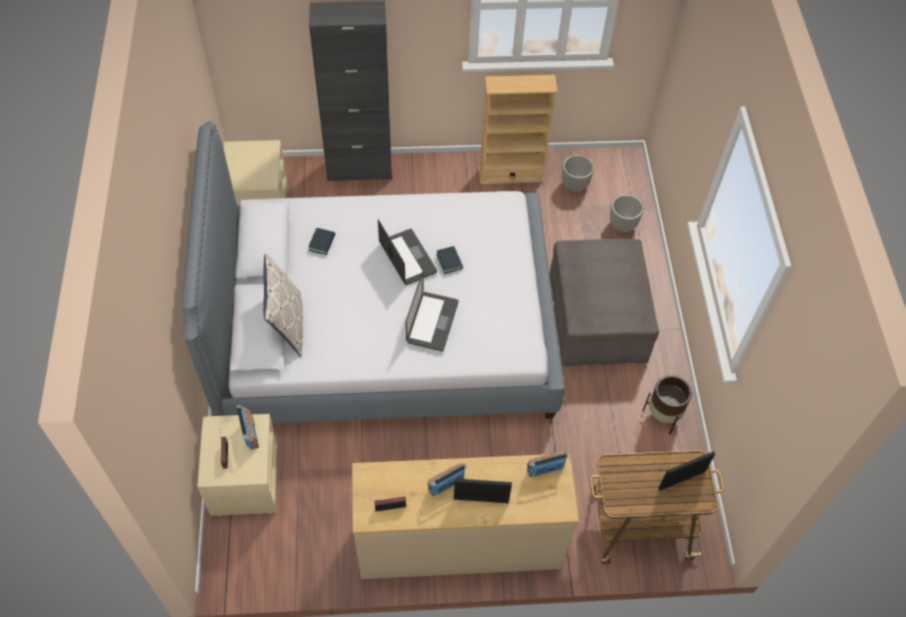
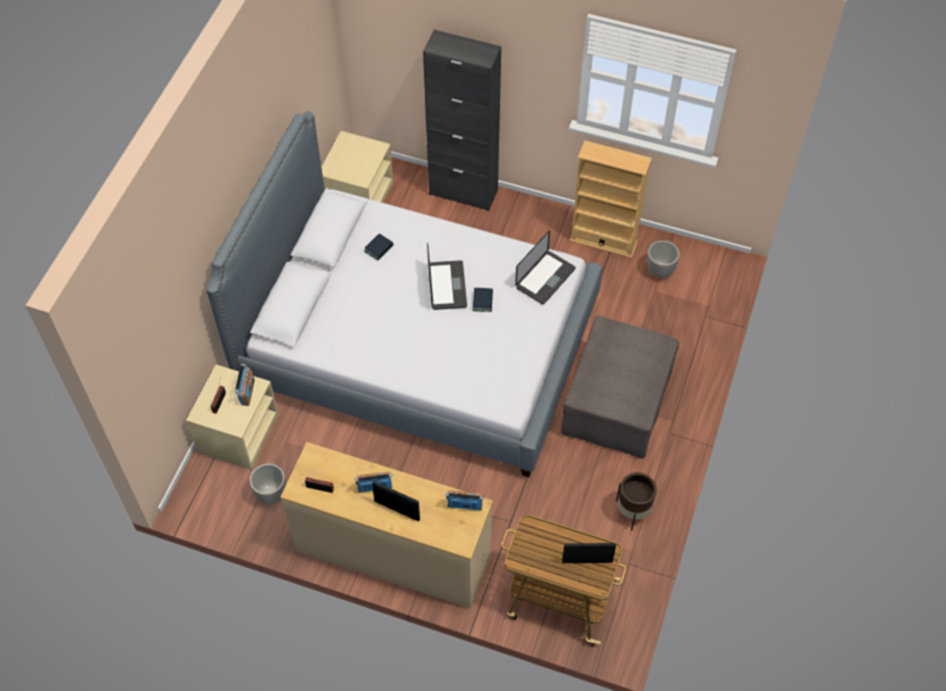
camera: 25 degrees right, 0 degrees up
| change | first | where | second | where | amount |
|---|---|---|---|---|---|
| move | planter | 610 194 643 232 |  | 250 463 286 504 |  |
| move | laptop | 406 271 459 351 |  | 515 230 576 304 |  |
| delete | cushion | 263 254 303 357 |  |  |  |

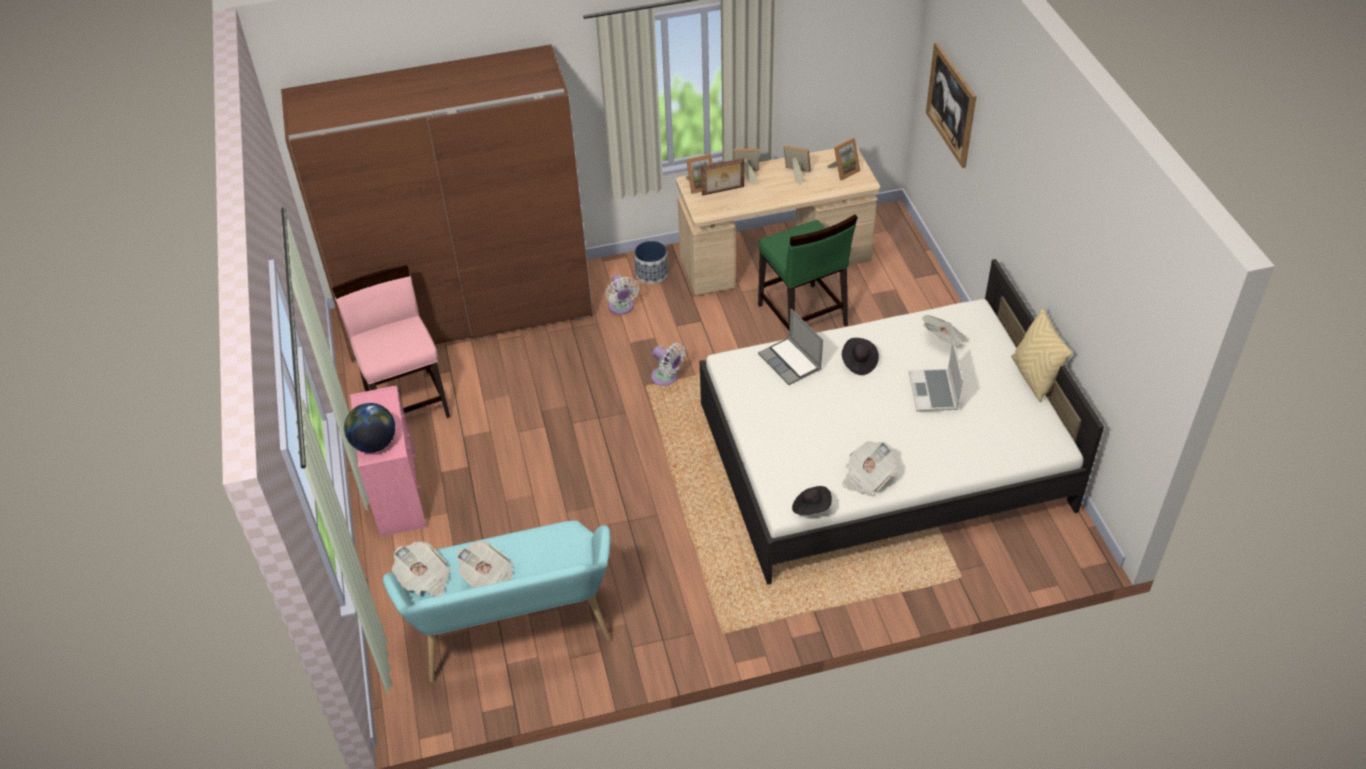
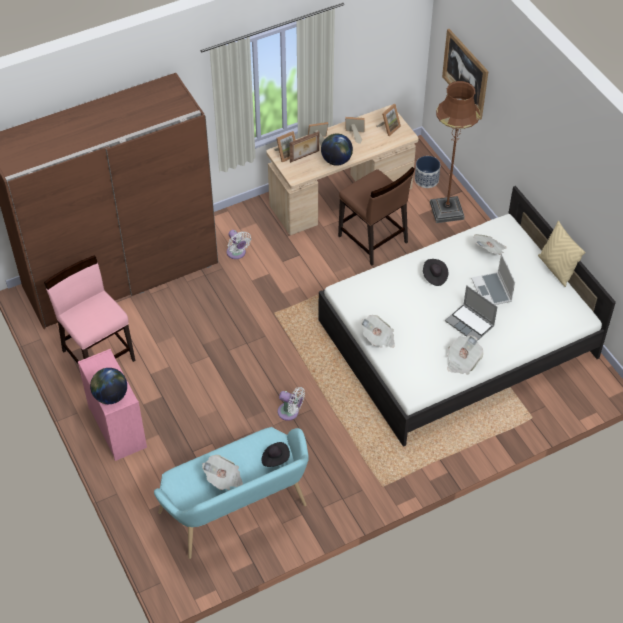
camera: 15 degrees left, 5 degrees up
| change | first | where | second | where | amount |
|---|---|---|---|---|---|
| move | clothing hat (black) | 792 486 832 515 |  | 262 442 290 467 |  |
| move | fan (white) | 651 343 686 386 |  | 278 387 305 421 |  |
| insert |  |  | world globe | 321 133 353 166 |  |
| recolor | upright chair (green) | 758 214 858 333 | upright chair (brown-coloured) | 338 167 415 266 |  |
| move | daily paper | 392 542 451 597 |  | 361 315 395 348 |  |
| move | planter | 634 241 668 284 |  | 415 156 441 188 |  |
| insert |  |  | floor lamp (brown-coloured) | 430 81 481 223 |  |
| move | laptop | 758 309 823 385 |  | 445 285 497 341 |  |

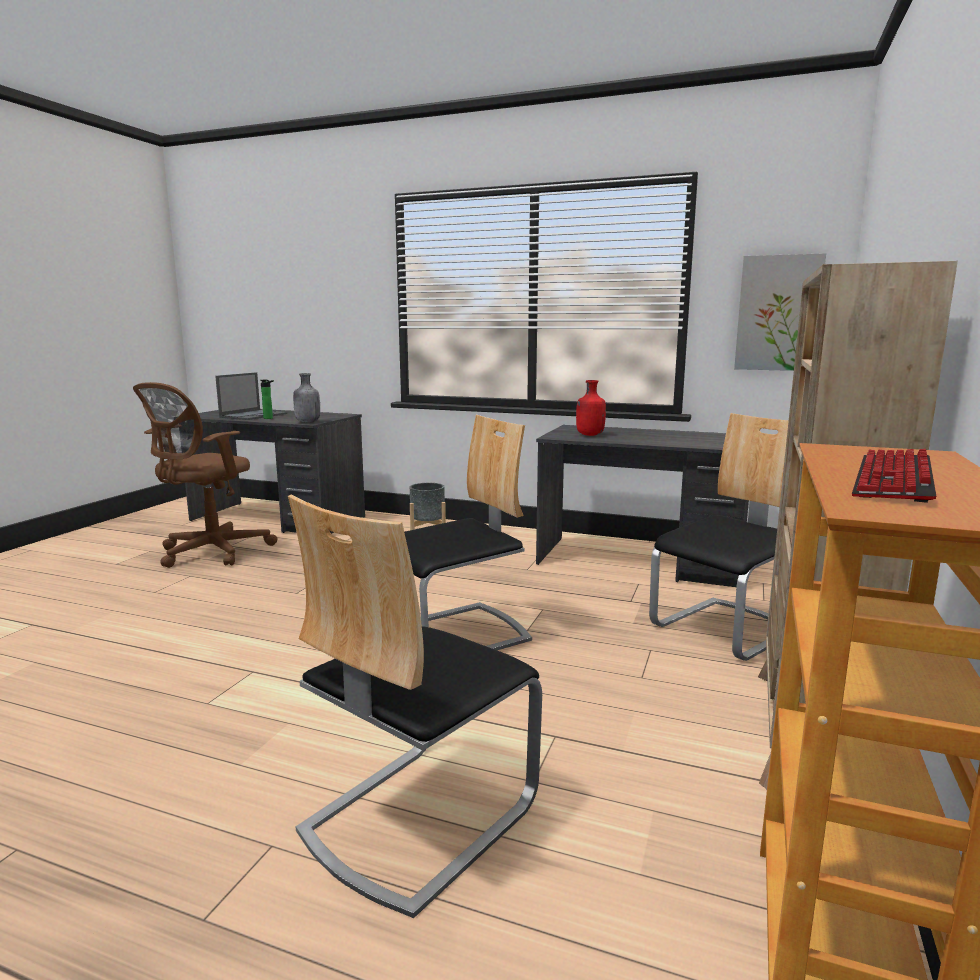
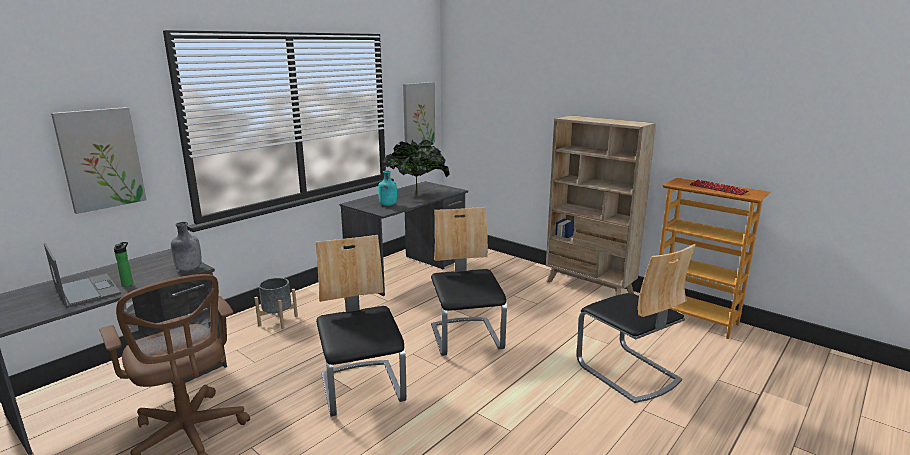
camera: 70 degrees left, 5 degrees up
| change | first | where | second | where | amount |
|---|---|---|---|---|---|
| insert |  |  | wall picture | 51 107 147 214 |  |
| move | upright chair | 649 413 789 661 |  | 316 235 407 417 |  |
| recolor | drink bottle (reddish) | 576 380 606 436 | drink bottle (turquoise) | 378 170 397 206 |  |
| insert |  |  | plant in a pot | 382 140 450 195 |  |

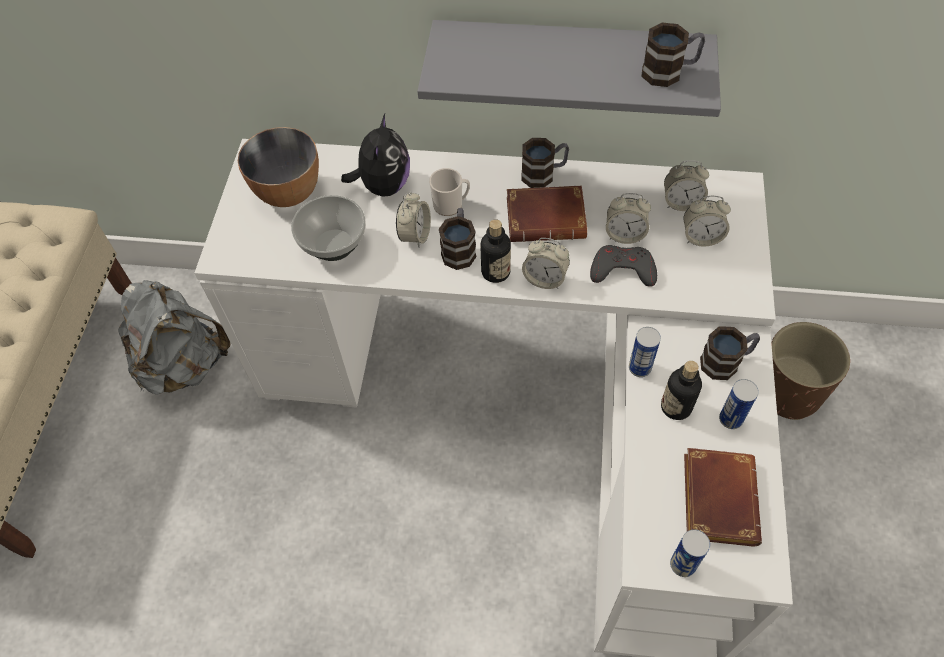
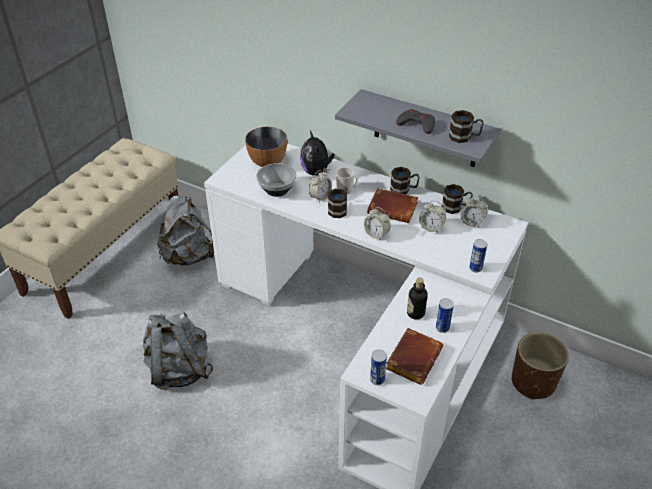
camera: 20 degrees right, 15 degrees down
| change | first | where | second | where | amount |
|---|---|---|---|---|---|
| insert |  |  | rucksack (greyish) | 143 312 213 390 |  |
| rotate | soft toy | 341 114 410 197 |  | 300 130 335 176 | 135 degrees clockwise |
| move | gamepad (greyish) | 590 245 657 287 |  | 396 109 435 134 |  |
| move | coffee mug | 700 326 760 380 |  | 442 184 473 214 |  |
| move | can | 629 327 661 377 |  | 469 239 487 273 |  |
| delete | drink bottle | 481 219 511 283 |  |  |  |
| delete | table clock | 683 196 731 247 |  |  |  |

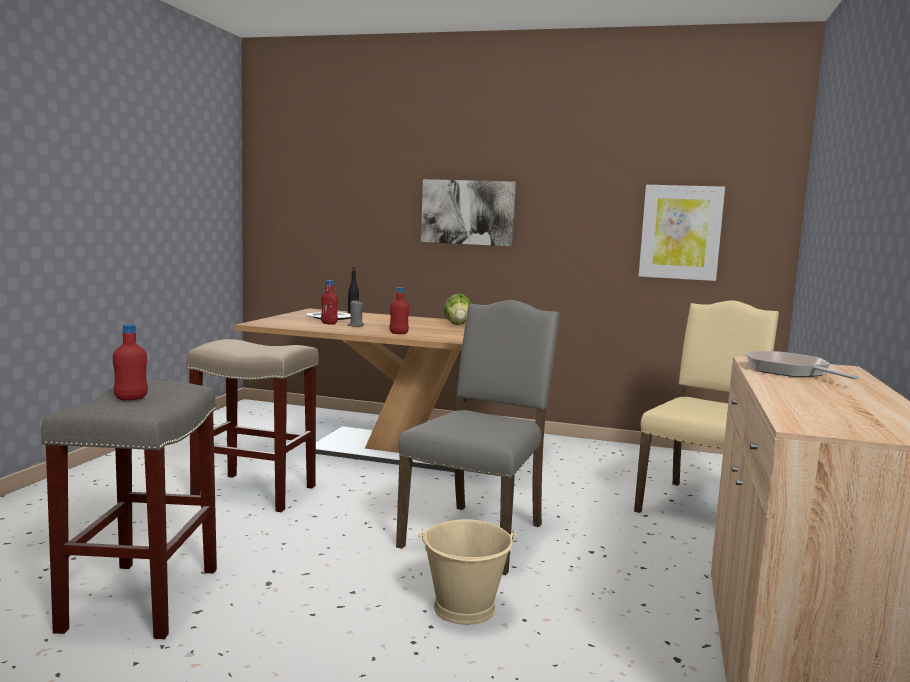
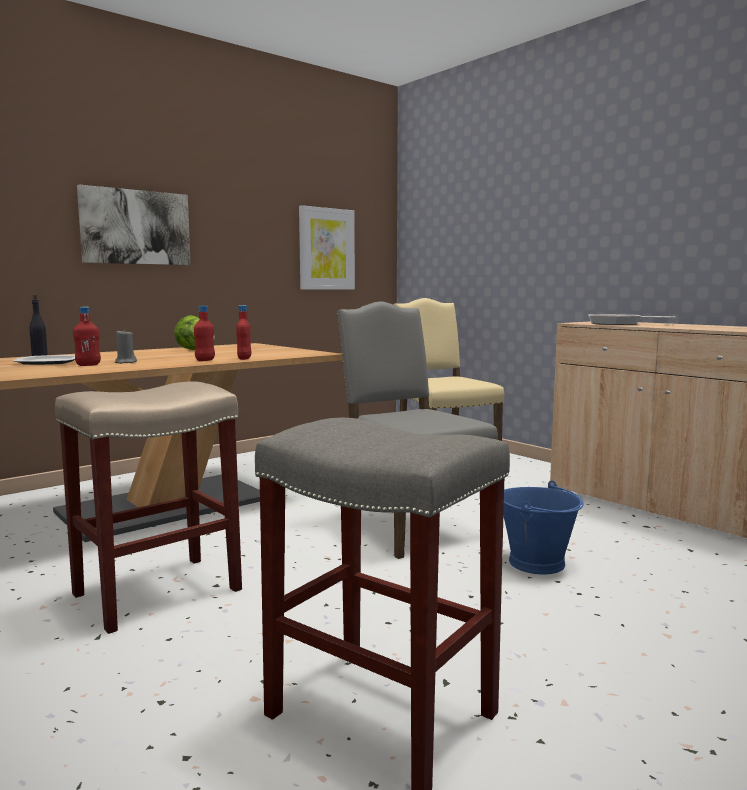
camera: 55 degrees left, 0 degrees up
| change | first | where | second | where | amount |
|---|---|---|---|---|---|
| move | drink bottle (reddish) | 113 324 148 400 |  | 236 305 251 360 |  |
| recolor | pail (beige-coloured) | 418 519 518 625 | pail (bluish) | 503 480 584 574 |  |

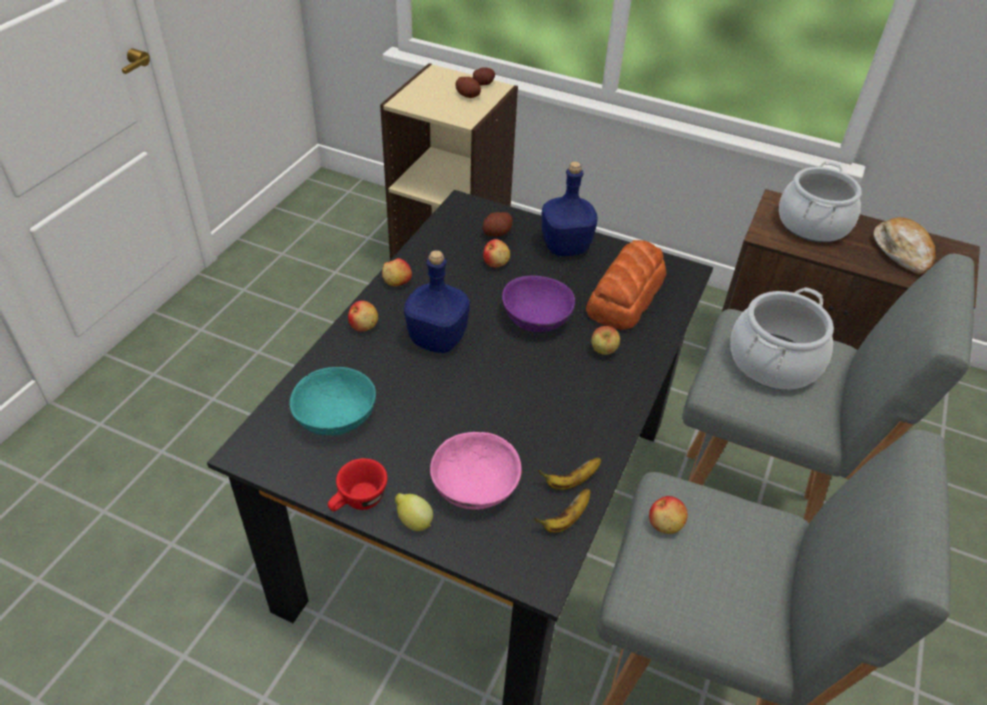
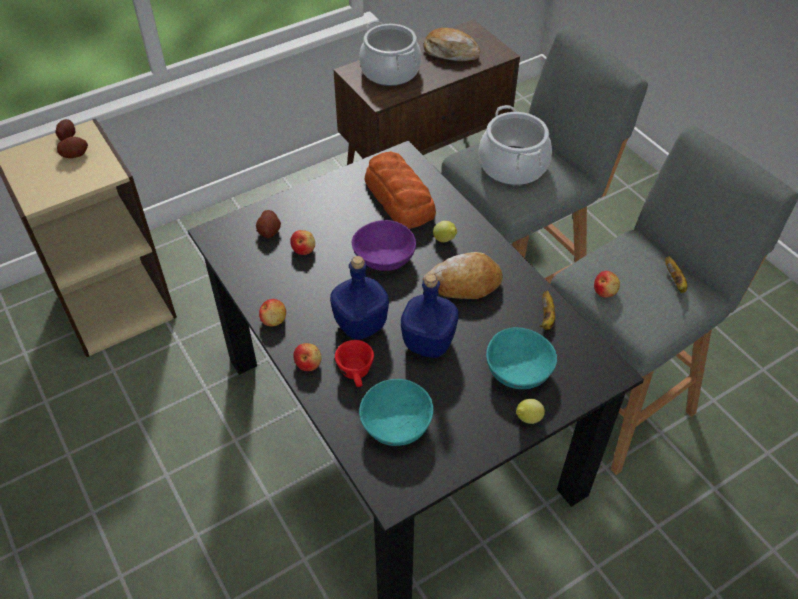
camera: 55 degrees left, 5 degrees up
| change | first | where | second | where | amount |
|---|---|---|---|---|---|
| move | small cup (reddish) | 328 458 387 511 |  | 335 340 374 387 |  |
| move | drink bottle (bluish) | 541 162 598 256 |  | 401 274 459 358 |  |
| insert |  |  | bakery bread | 422 252 503 299 |  |
| replace | whole apple | 591 326 620 355 | whole lemon | 433 221 457 242 |  |
| recolor | bowl (pinkish) | 430 432 522 510 | bowl (turquoise) | 486 327 557 389 |  |
| move | banana fruit | 534 489 590 533 |  | 665 256 687 293 |  |

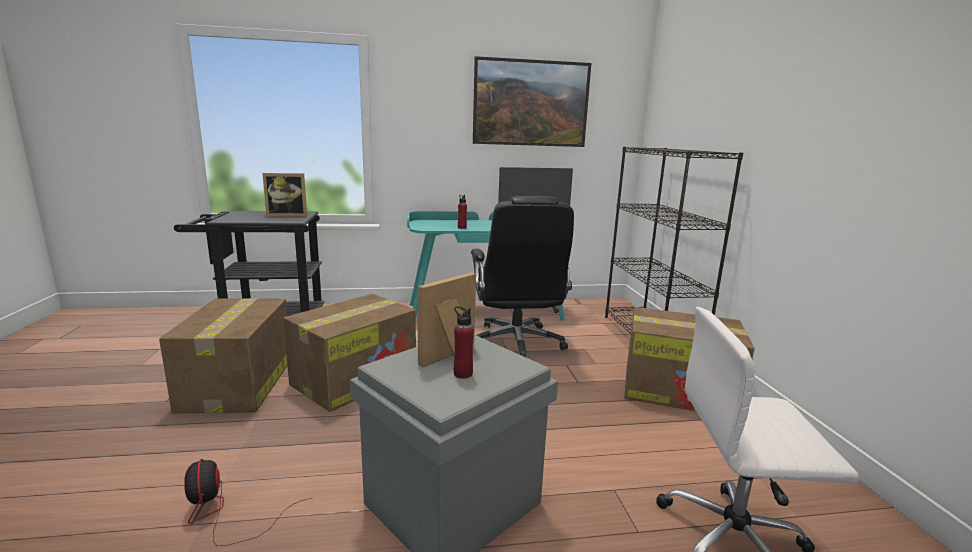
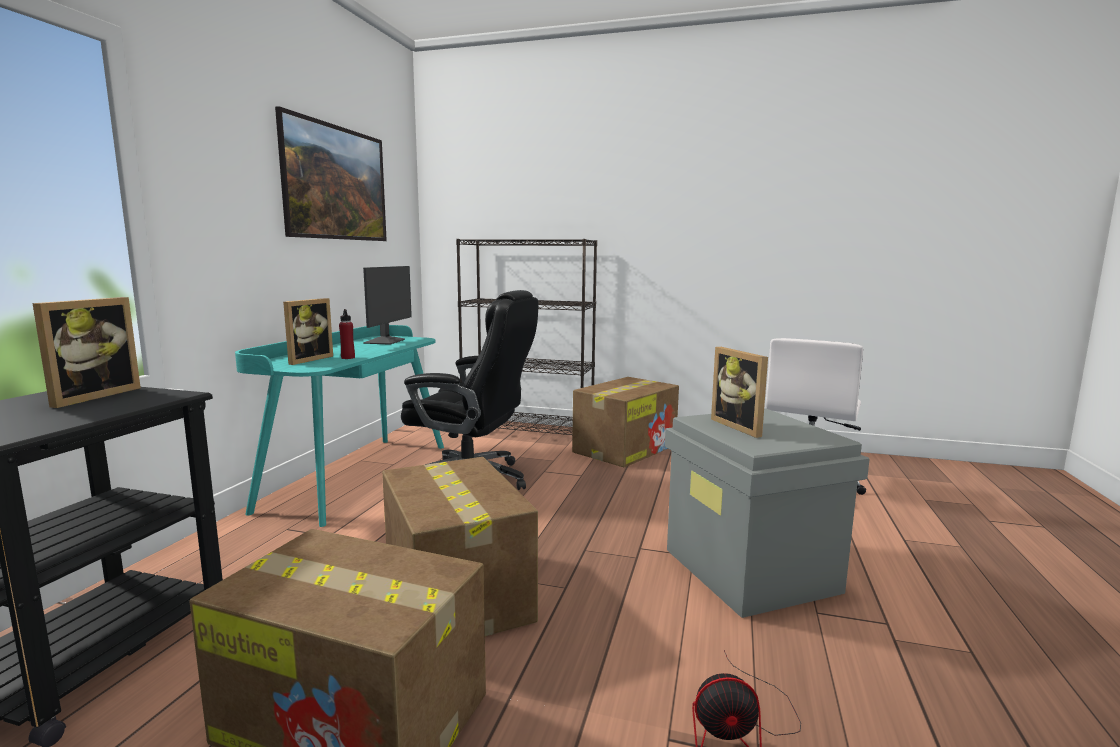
camera: 65 degrees left, 5 degrees down
| change | first | where | second | where | amount |
|---|---|---|---|---|---|
| insert |  |  | photo frame | 283 298 333 365 |  |
| delete | drink bottle (reddish) | 454 306 474 379 |  |  |  |

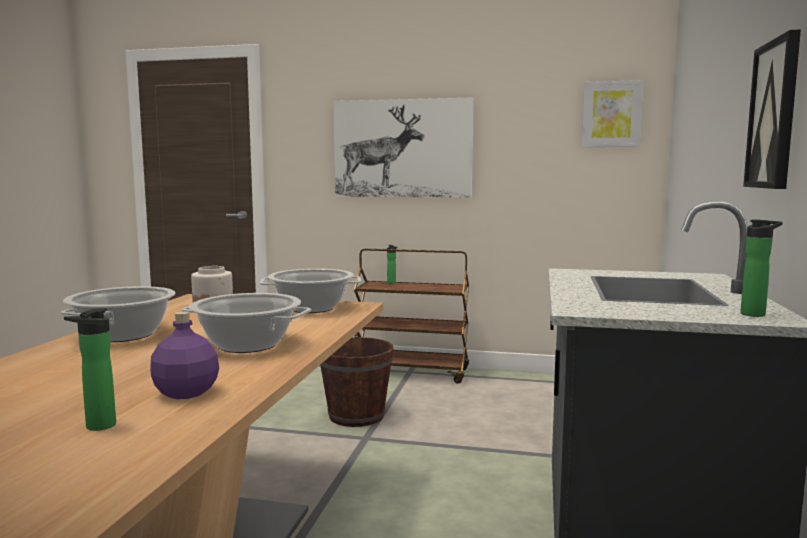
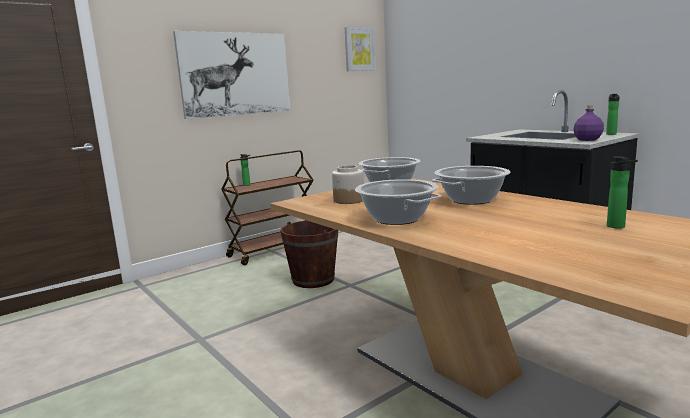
camera: 50 degrees left, 5 degrees up
| change | first | where | second | where | amount |
|---|---|---|---|---|---|
| move | drink bottle (purplish) | 150 311 219 399 |  | 573 105 604 141 |  |
| delete | wall picture | 743 29 801 189 |  |  |  |

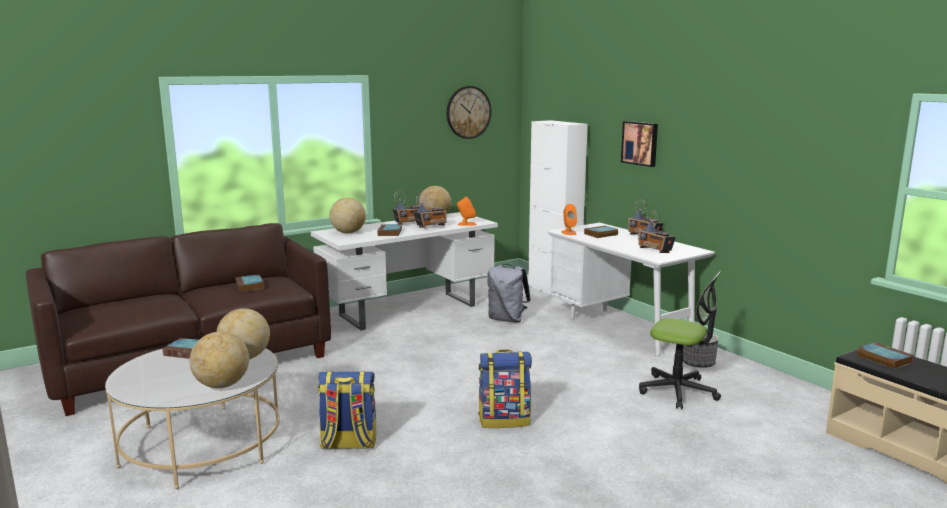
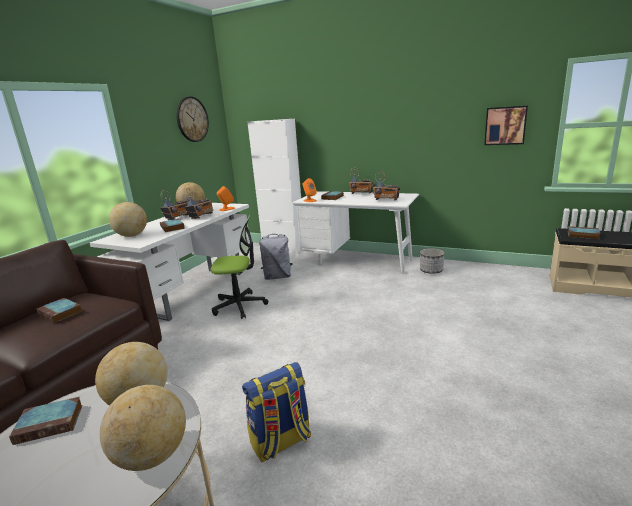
camera: 30 degrees left, 5 degrees up
| change | first | where | second | where | amount |
|---|---|---|---|---|---|
| move | desk chair | 639 271 721 409 |  | 211 215 268 319 |  |
| move | wall picture | 621 121 658 167 |  | 484 105 528 145 |  |
| delete | rucksack | 478 349 532 428 |  |  |  |

